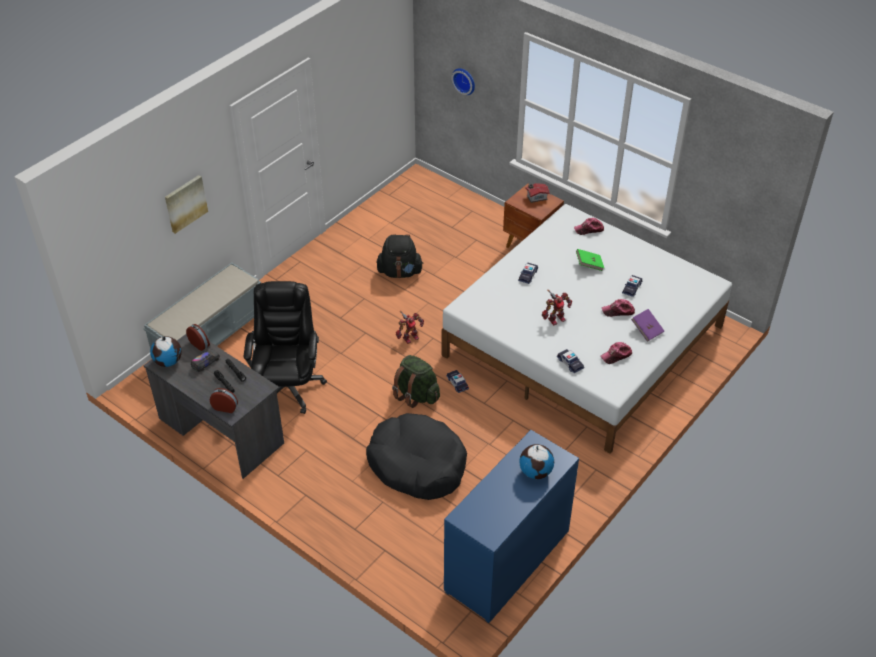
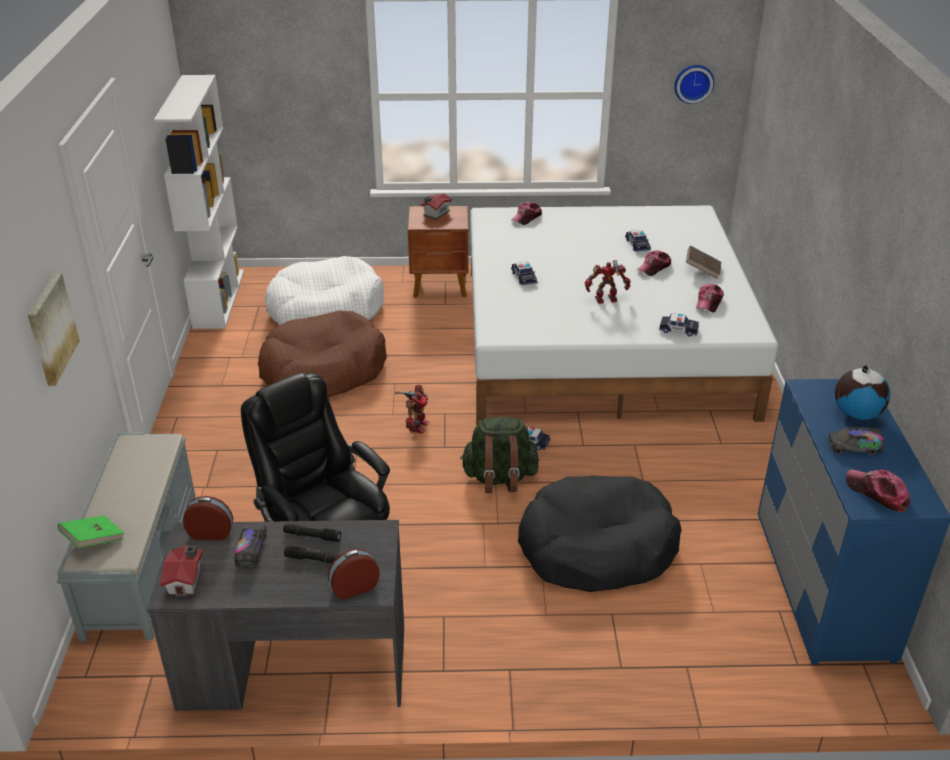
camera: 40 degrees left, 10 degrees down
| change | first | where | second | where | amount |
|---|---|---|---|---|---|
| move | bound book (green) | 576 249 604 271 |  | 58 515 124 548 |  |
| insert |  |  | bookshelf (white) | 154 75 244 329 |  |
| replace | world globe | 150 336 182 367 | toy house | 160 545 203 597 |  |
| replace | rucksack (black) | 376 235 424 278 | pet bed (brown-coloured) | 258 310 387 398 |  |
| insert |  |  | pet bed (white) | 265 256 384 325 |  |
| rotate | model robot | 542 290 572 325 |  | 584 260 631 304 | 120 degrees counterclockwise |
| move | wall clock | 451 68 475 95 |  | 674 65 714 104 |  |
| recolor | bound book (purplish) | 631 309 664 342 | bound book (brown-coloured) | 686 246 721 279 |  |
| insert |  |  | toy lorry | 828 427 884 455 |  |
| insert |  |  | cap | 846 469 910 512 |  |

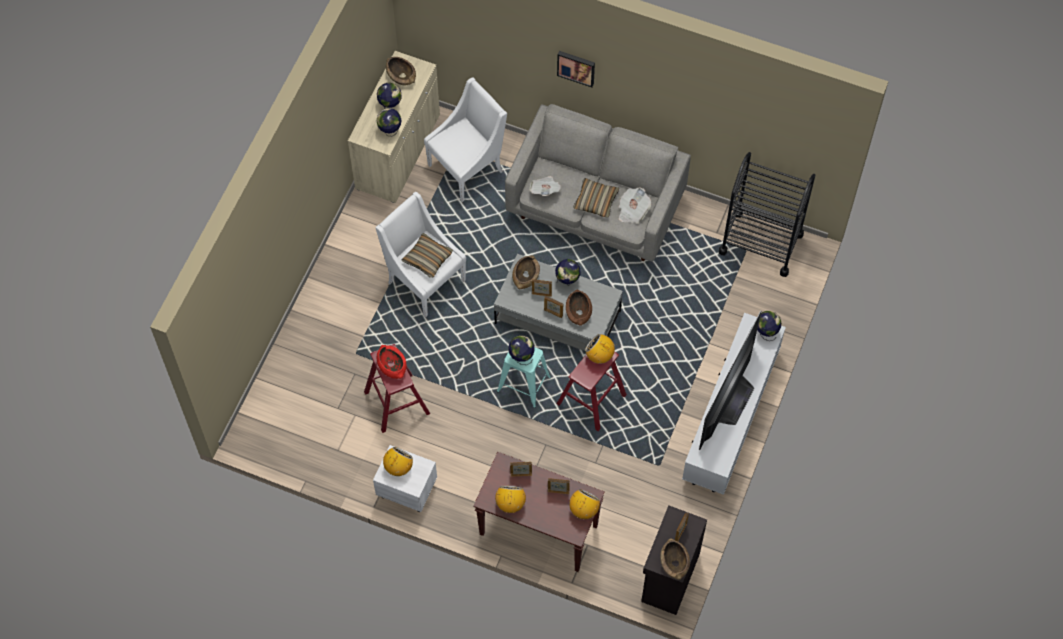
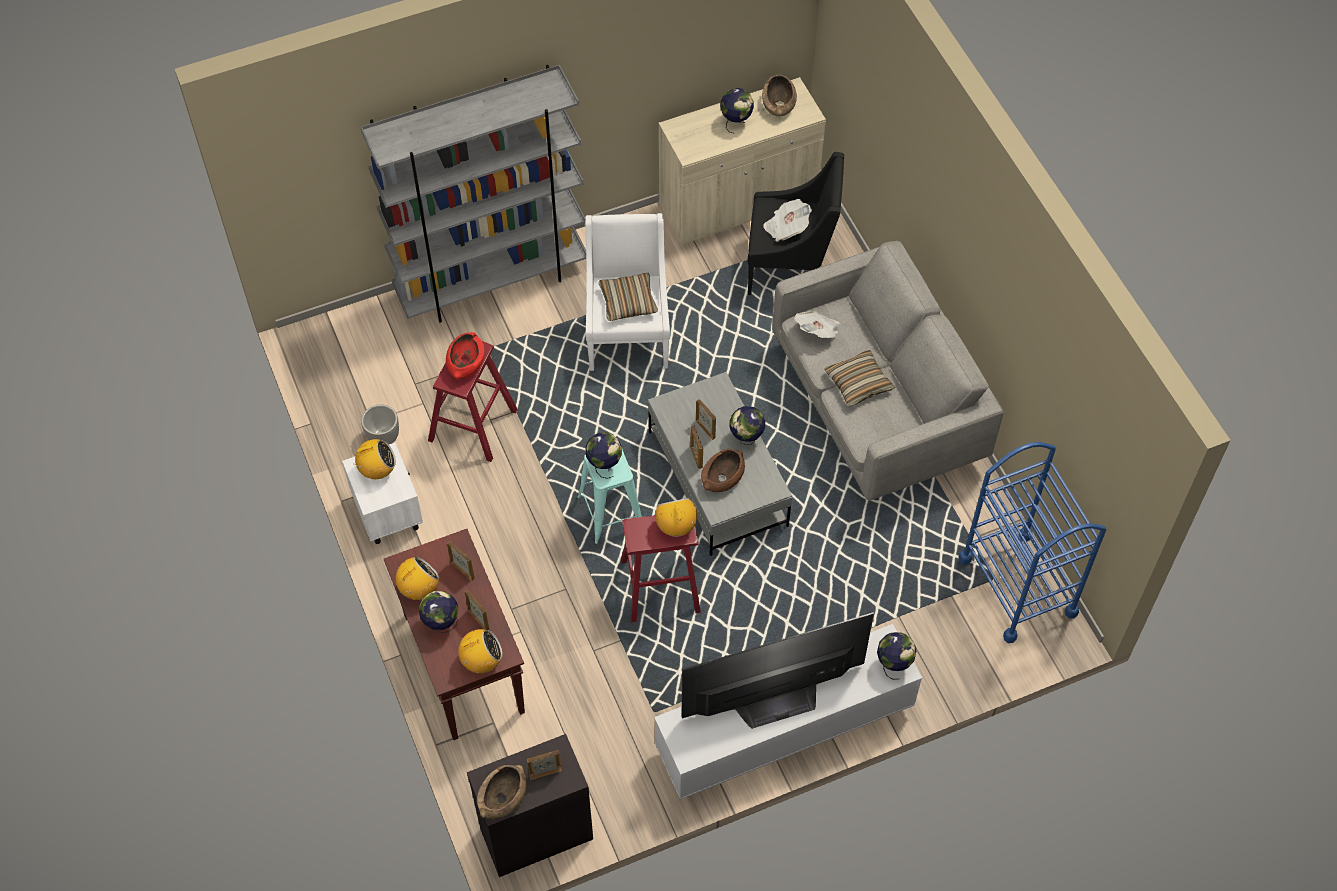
camera: 45 degrees right, 5 degrees down
| change | first | where | second | where | amount |
|---|---|---|---|---|---|
| insert |  |  | bookshelf (greyish) | 361 65 586 323 |  |
| insert |  |  | planter | 361 404 399 444 |  |
| move | world globe | 377 108 402 136 |  | 419 591 458 633 |  |
| recolor | easy chair (white) | 424 77 507 202 | easy chair (black) | 748 152 844 295 |  |
| move | daily paper | 618 188 651 224 |  | 763 199 812 242 |  |
| recolor | trolley (black) | 719 152 815 277 | trolley (bluish) | 959 442 1106 643 |  |
| delete | bowl (brown-coloured) | 512 255 540 289 |  |  |  |
| delete | wall picture | 557 51 595 87 |  |  |  |

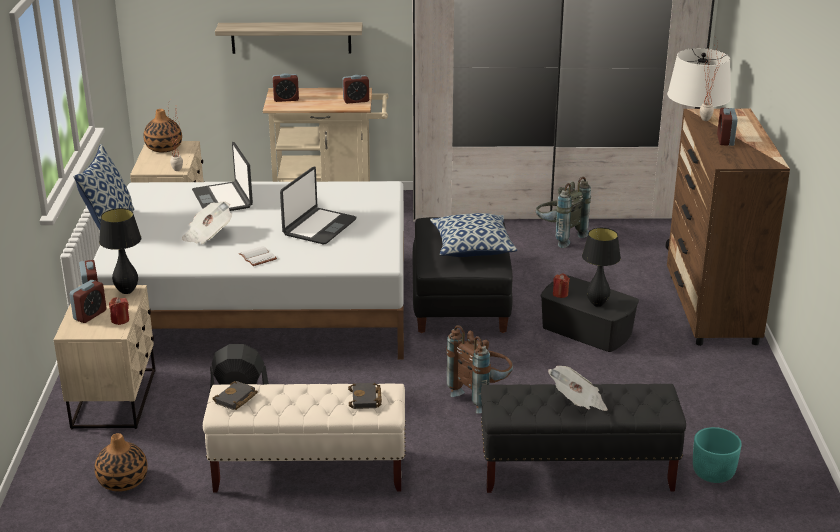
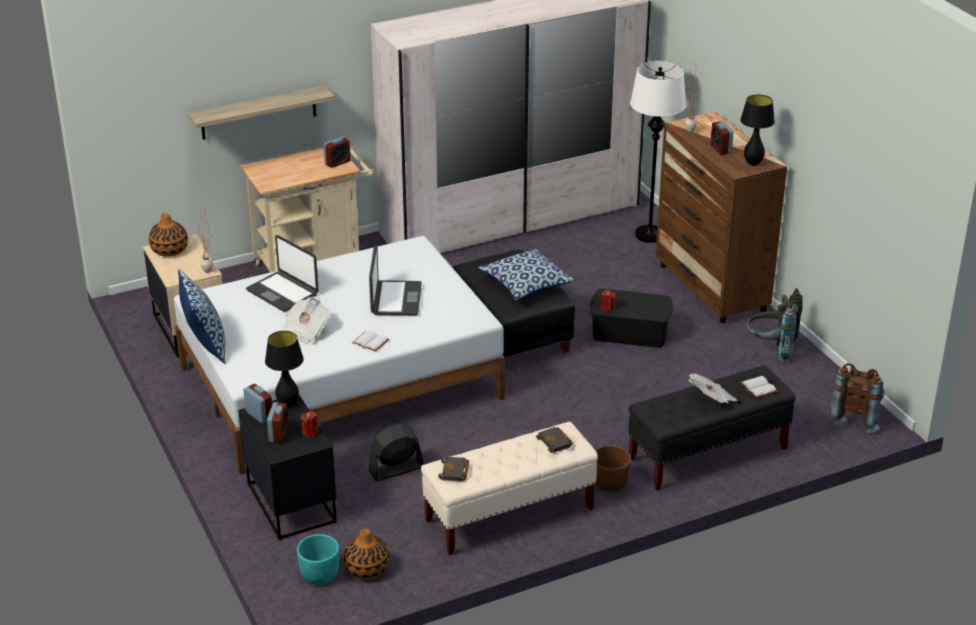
camera: 25 degrees left, 5 degrees up
| change | first | where | second | where | amount |
|---|---|---|---|---|---|
| recolor | night table (beige-coloured) | 54 285 155 429 | night table (black) | 238 395 337 540 |  |
| move | planter (turquoise) | 693 427 742 483 |  | 297 534 339 585 |  |
| insert |  |  | planter (brown-coloured) | 595 445 631 492 |  |
| move | lamp for a table (black) | 582 228 621 307 |  | 740 95 775 166 |  |
| insert |  |  | bound book (white) | 740 376 778 398 |  |
| move | rucksack (greyish) | 536 177 591 248 |  | 746 288 803 362 |  |
| move | rucksack (brown-coloured) | 446 325 513 413 |  | 830 363 884 433 |  |
| delete | table clock | 272 73 299 102 |  |  |  |

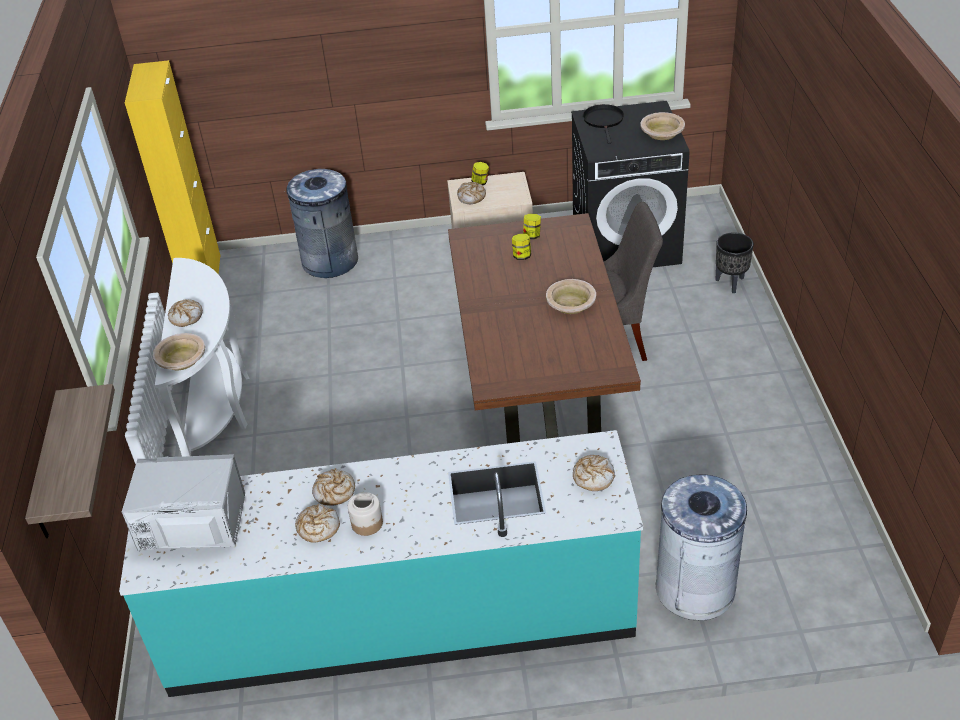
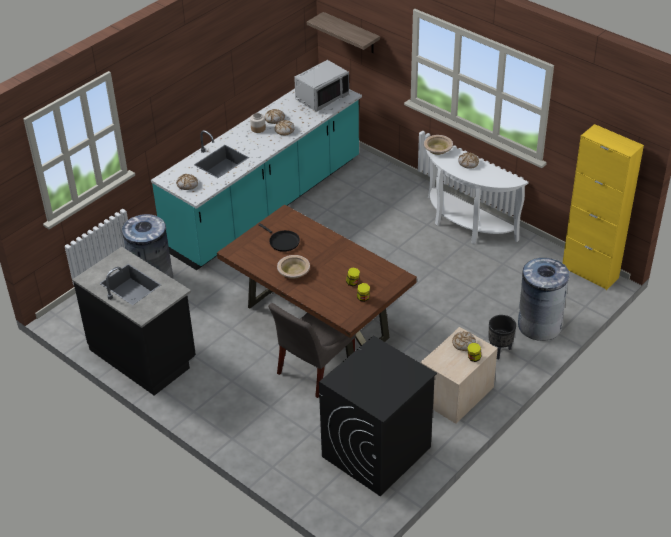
camera: 135 degrees right, 0 degrees up
| change | first | where | second | where | amount |
|---|---|---|---|---|---|
| insert |  |  | kitchen counter (black) | 72 247 196 396 |  |
| move | skillet (black) | 583 104 624 144 |  | 258 223 300 252 |  |
| move | planter (black) | 715 232 754 293 |  | 488 315 516 359 |  |
| delete | bowl (beige-coloured) | 640 112 685 140 |  |  |  |

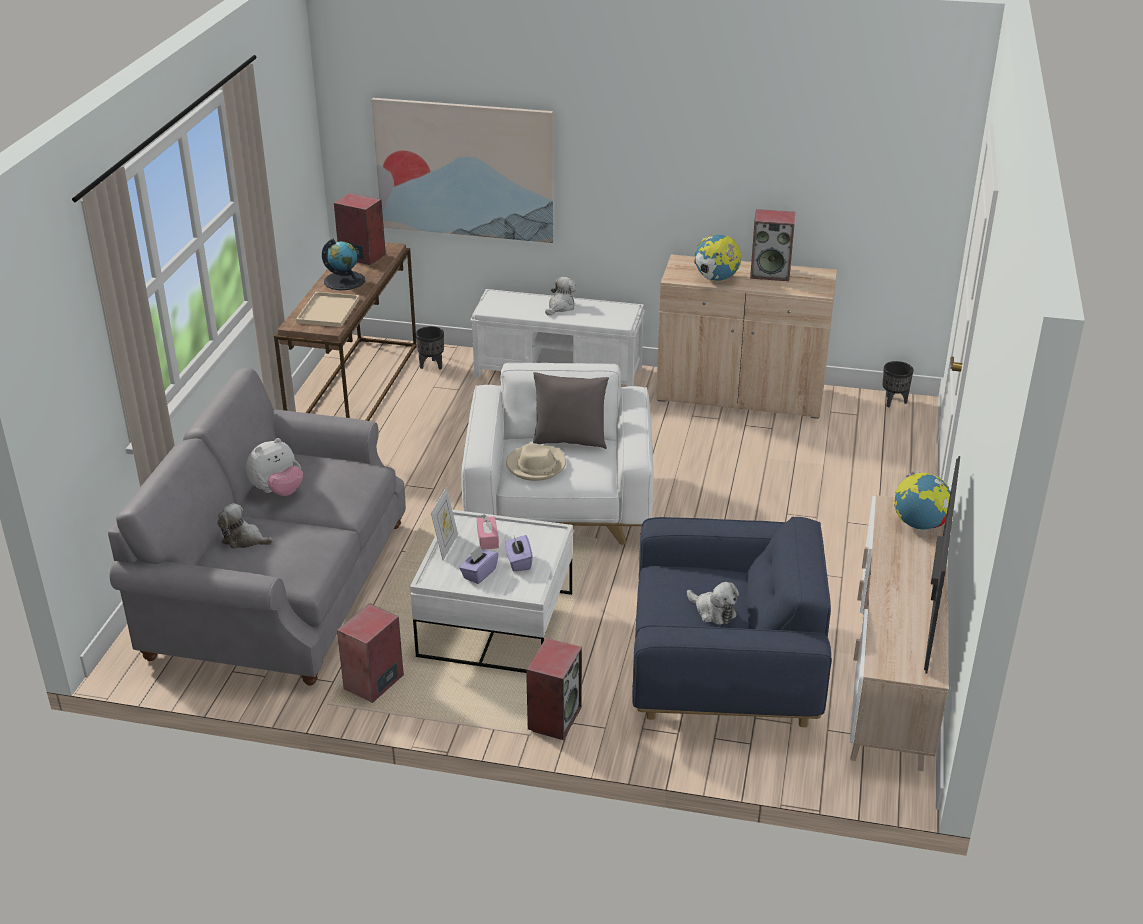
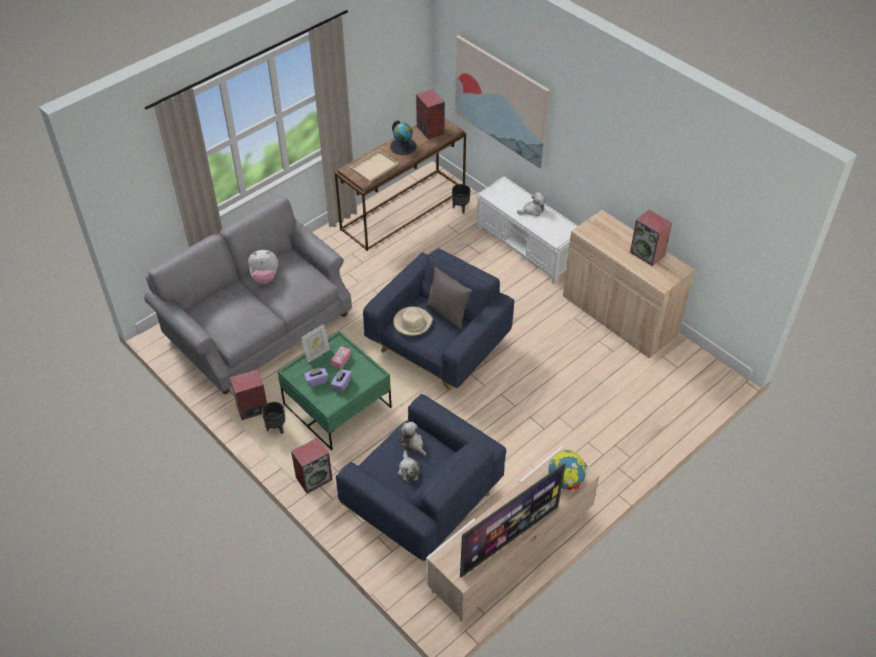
camera: 35 degrees right, 15 degrees up
| change | first | where | second | where | amount |
|---|---|---|---|---|---|
| move | planter (black) | 882 361 914 407 |  | 262 402 285 434 |  |
| recolor | coffee table (white) | 410 510 573 673 | coffee table (green) | 277 331 391 450 |  |
| recolor | easy chair (white) | 461 363 654 545 | easy chair (bluish) | 363 248 514 390 |  |
| move | soft toy | 217 503 274 549 |  | 399 422 426 456 |  |
| delete | world globe | 694 235 741 281 |  |  |  |

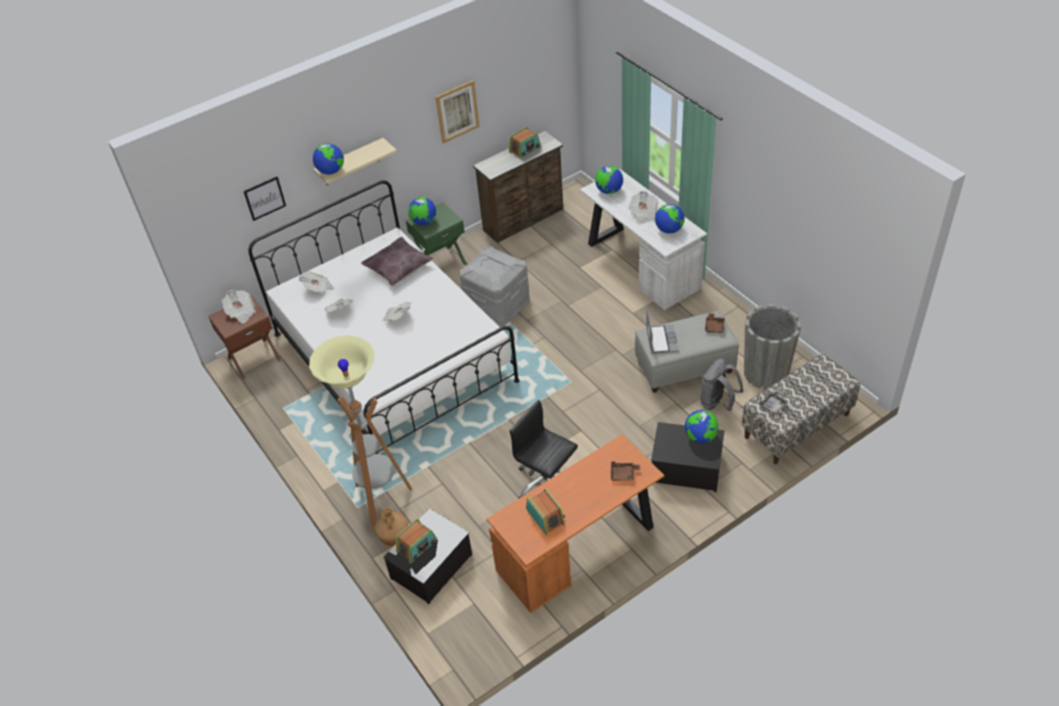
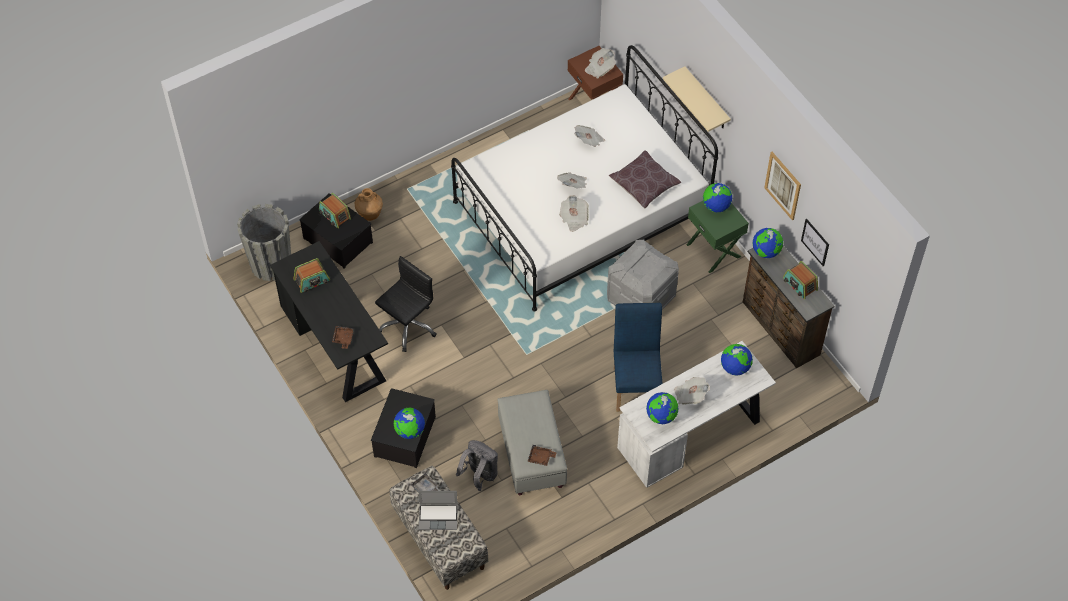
camera: 90 degrees right, 10 degrees up
| change | first | where | second | where | amount |
|---|---|---|---|---|---|
| move | planter (greyish) | 744 304 801 389 |  | 237 204 291 281 |  |
| recolor | desk unit (orange-coloured) | 487 434 664 613 | desk unit (black) | 270 241 388 402 |  |
| move | laptop | 646 308 679 354 |  | 418 491 458 530 |  |
| move | daily paper | 298 271 334 293 |  | 559 195 589 232 |  |
| insert |  |  | upright chair (bluish) | 614 302 663 411 |  |
| move | world globe | 313 143 344 175 |  | 753 228 783 258 |  |
| move | wall picture | 244 177 286 221 |  | 801 219 829 266 |  |
| delete | floor lamp | 309 335 412 526 |  |  |  |

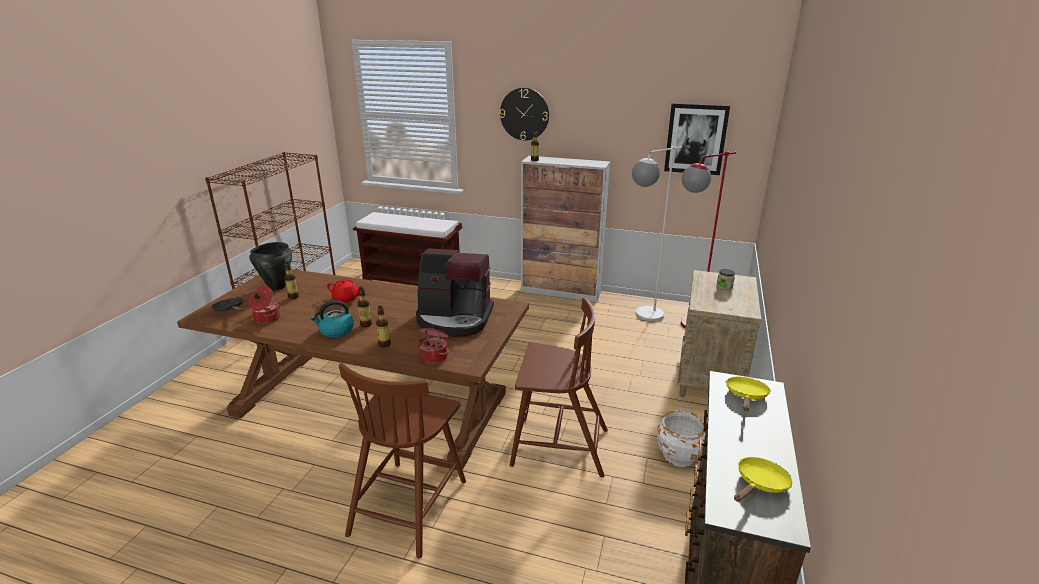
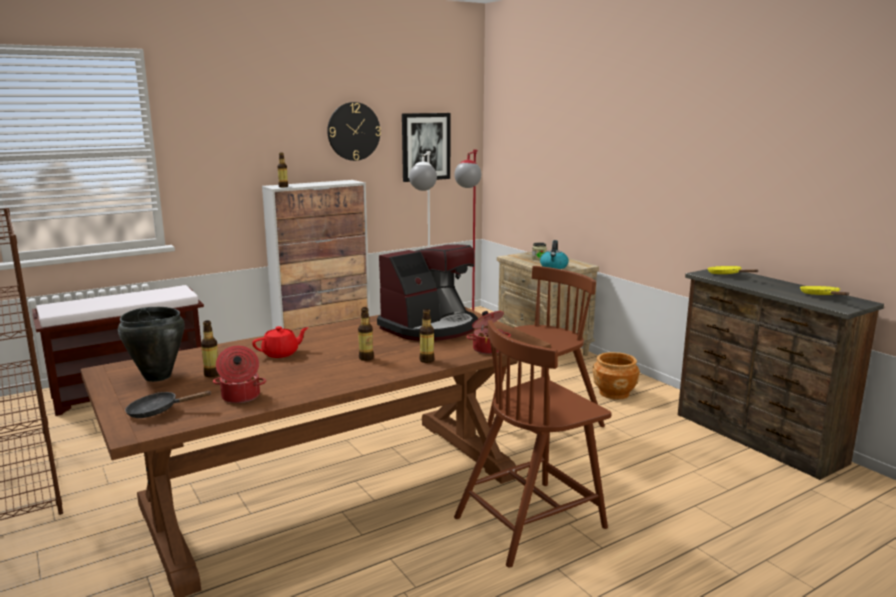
camera: 50 degrees left, 10 degrees down
| change | first | where | second | where | amount |
|---|---|---|---|---|---|
| move | wall clock | 500 88 549 141 |  | 327 102 381 161 |  |
| rotate | upright chair (brown-coloured) | 339 363 466 558 |  | 454 320 611 568 | 90 degrees clockwise |
| move | kettle | 311 300 354 338 |  | 540 240 569 269 |  |
| recolor | planter (white) | 657 410 706 467 | planter (brown-coloured) | 593 352 640 400 |  |

